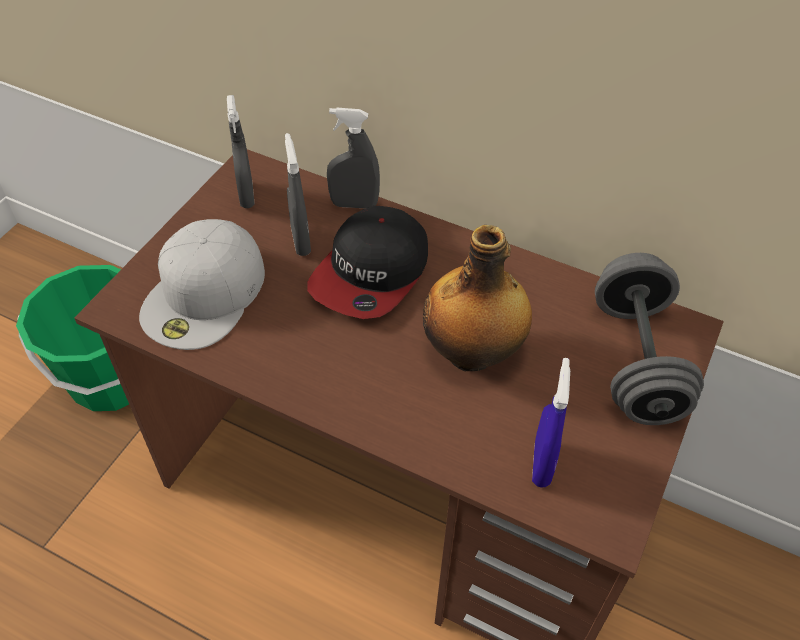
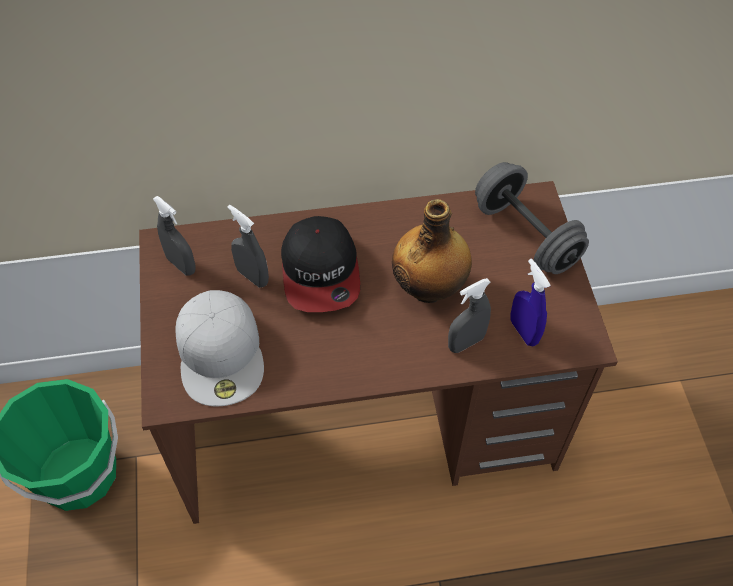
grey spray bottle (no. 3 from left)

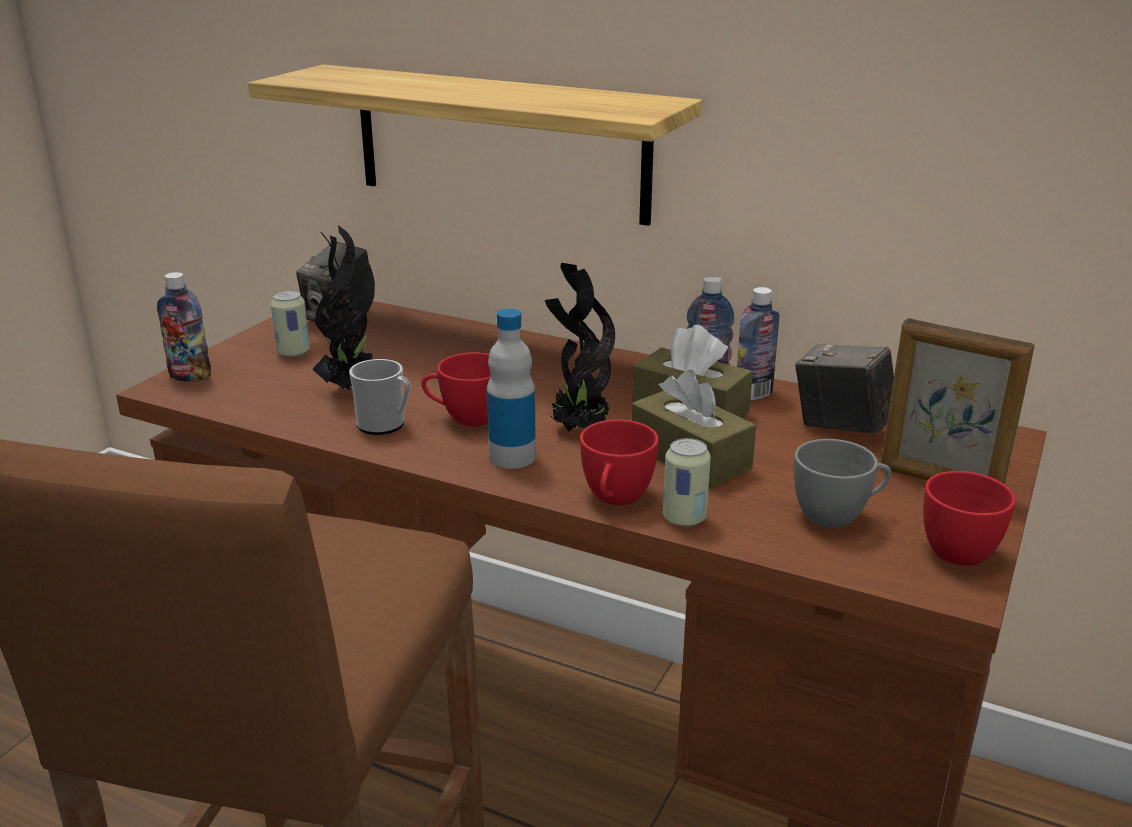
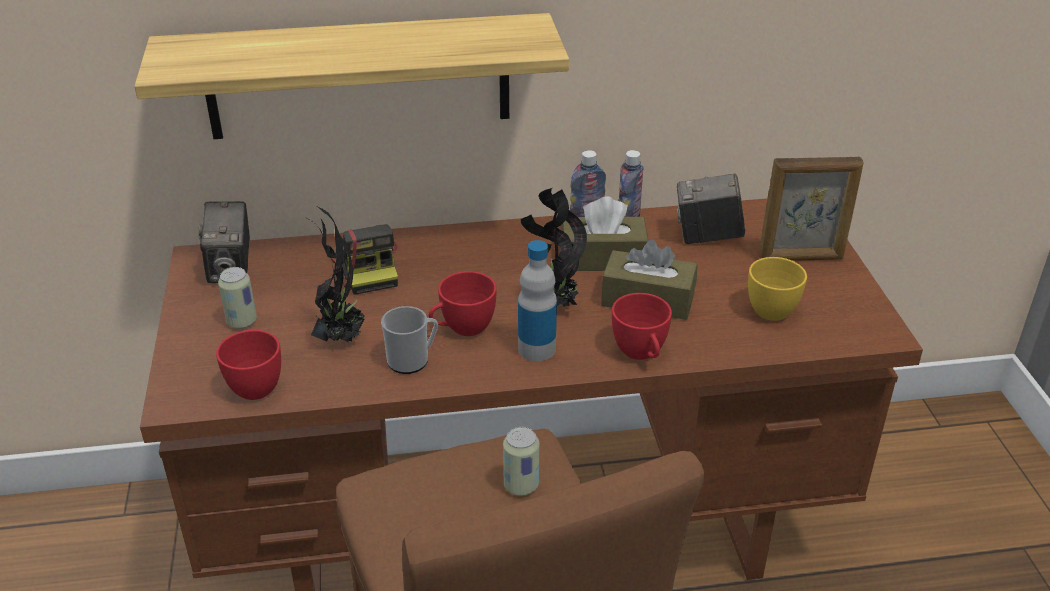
bottle (no. 1 from left in the first image)
photo camera (no. 2 from left)
can (no. 2 from left)
red cup (no. 1 from left)
yellow cup

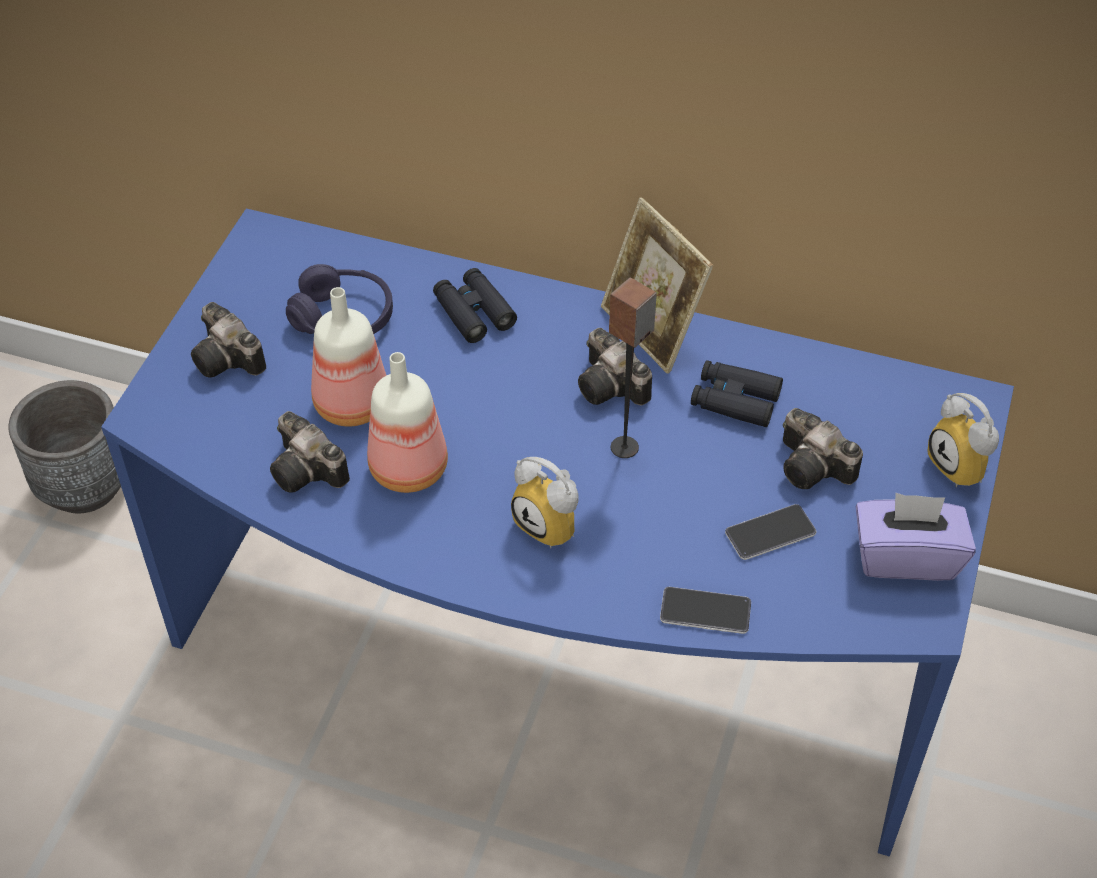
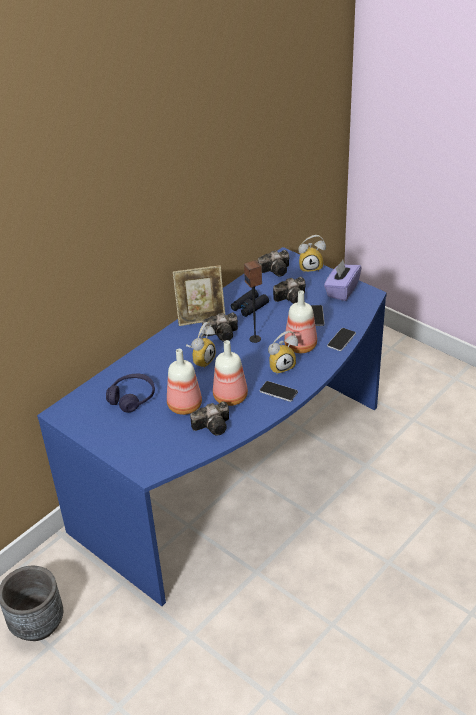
black binoculars (no. 1 from left in the first image)
alarm clock (no. 1 from left)
phone (no. 1 from left)
bottle (no. 3 from left)
photo camera (no. 3 from left)

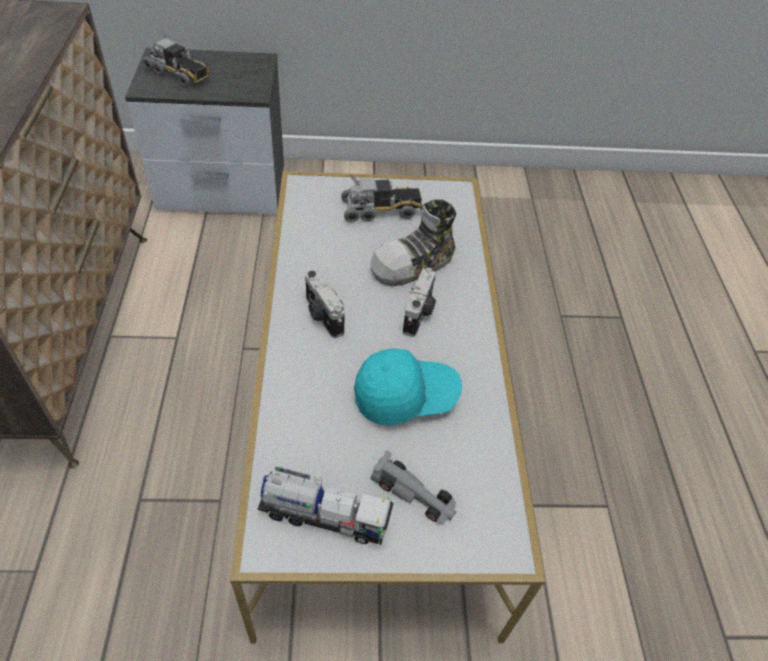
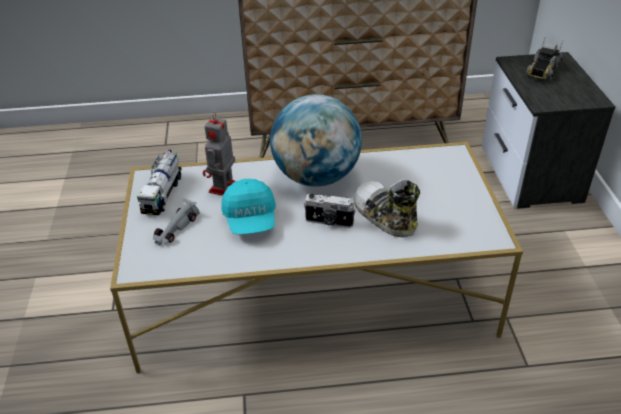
toy truck (no. 3 from left in the first image)
toy robot
globe

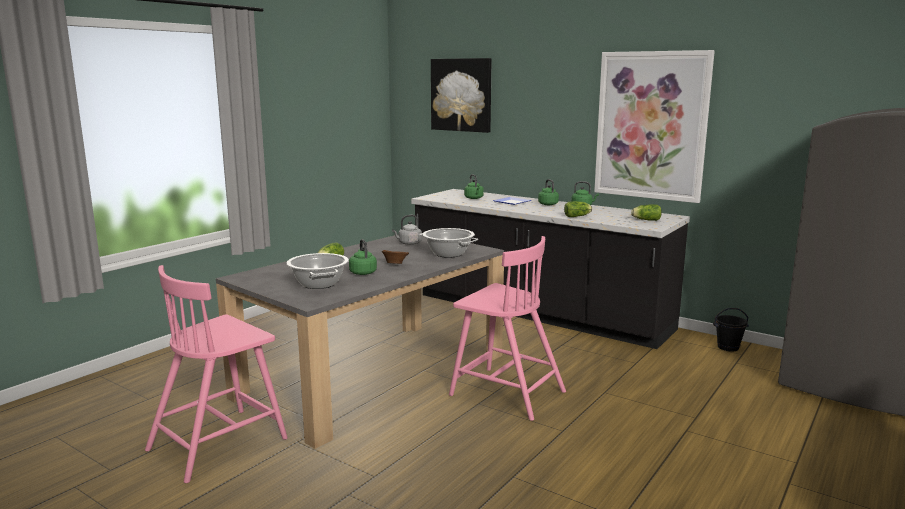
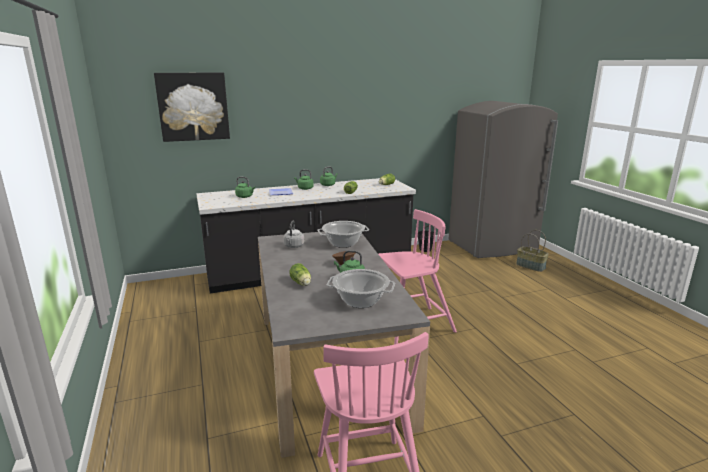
picture (no. 2 from left in the first image)
basket

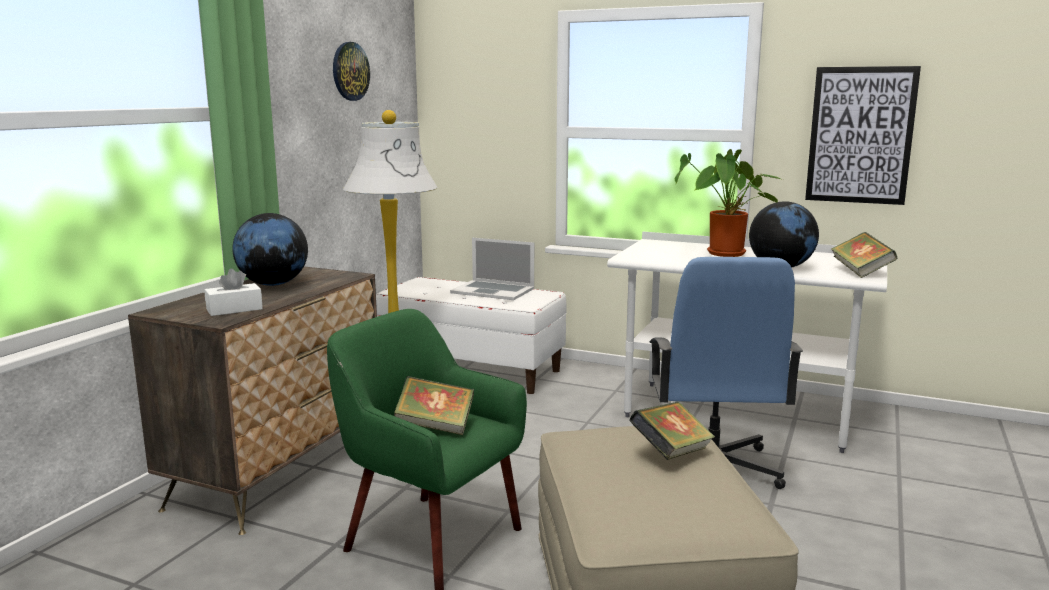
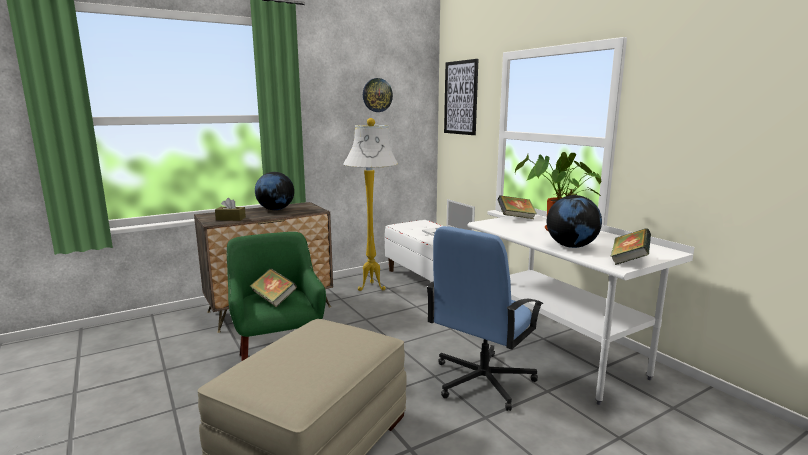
book (no. 2 from left)
picture
brown tissue box

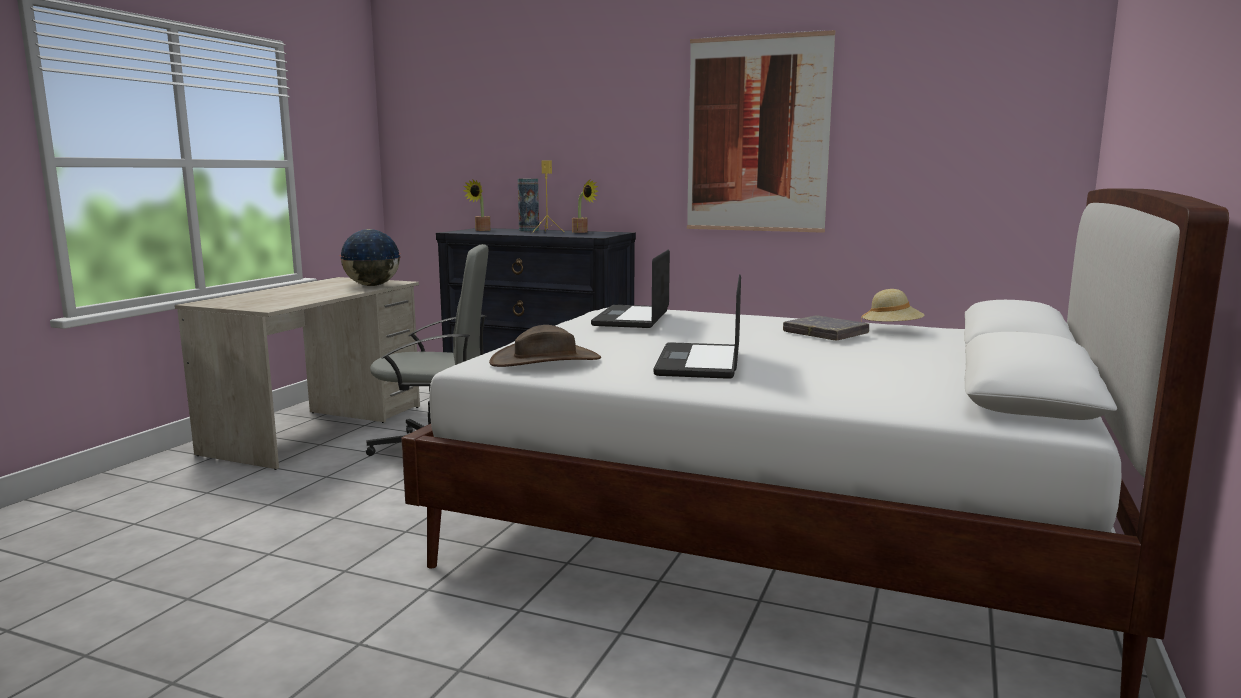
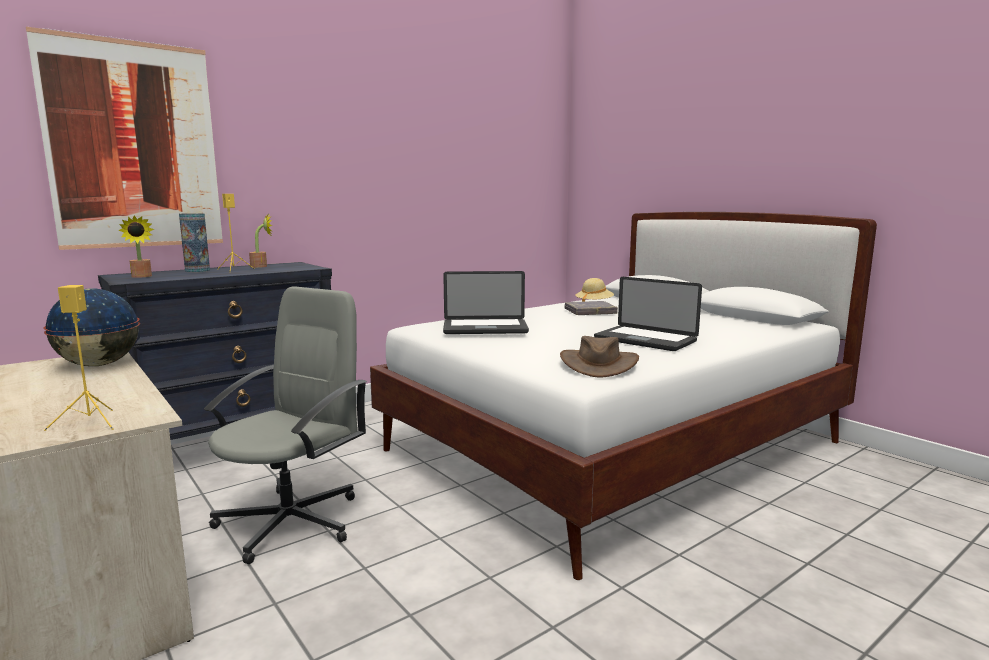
yellow speaker (no. 1 from left)
picture
laptop (no. 1 from left)

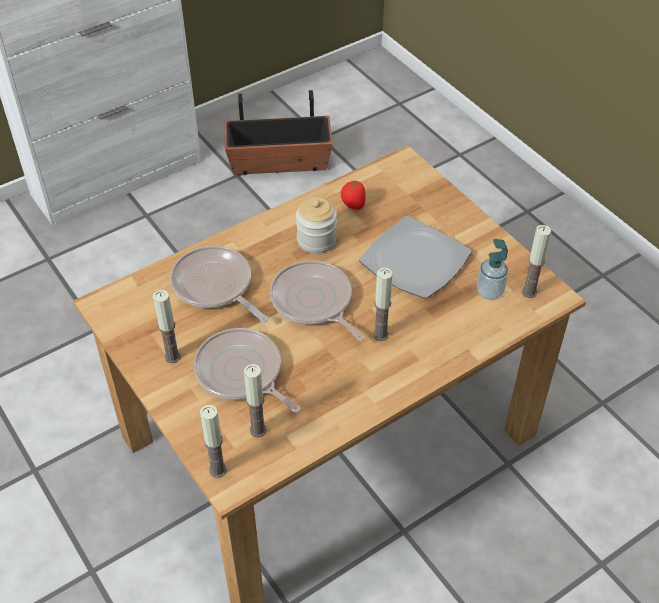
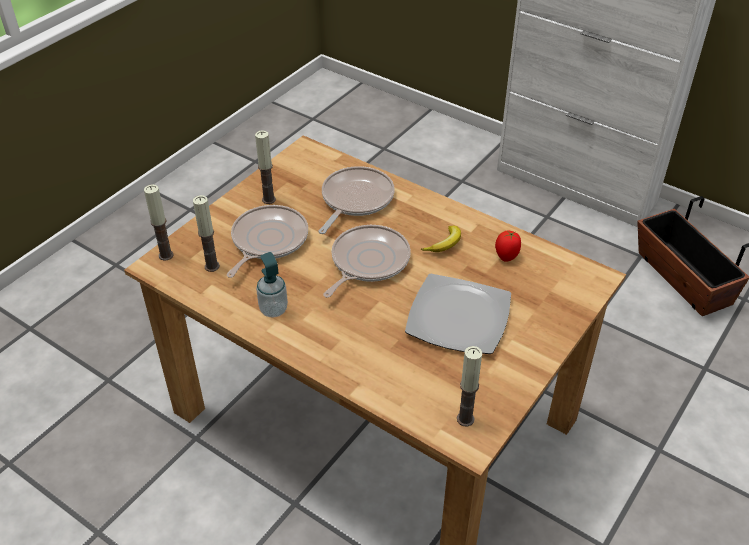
candle (no. 4 from left in the first image)
soap dispenser
banana

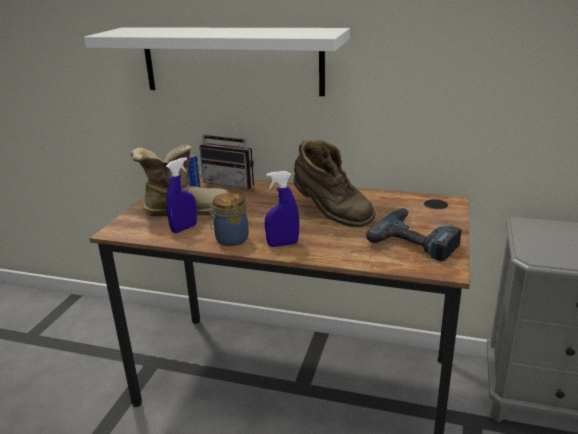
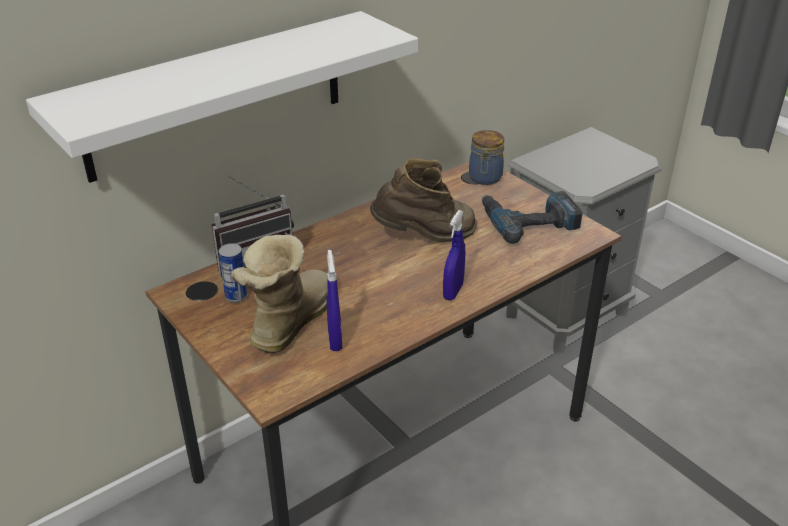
jar

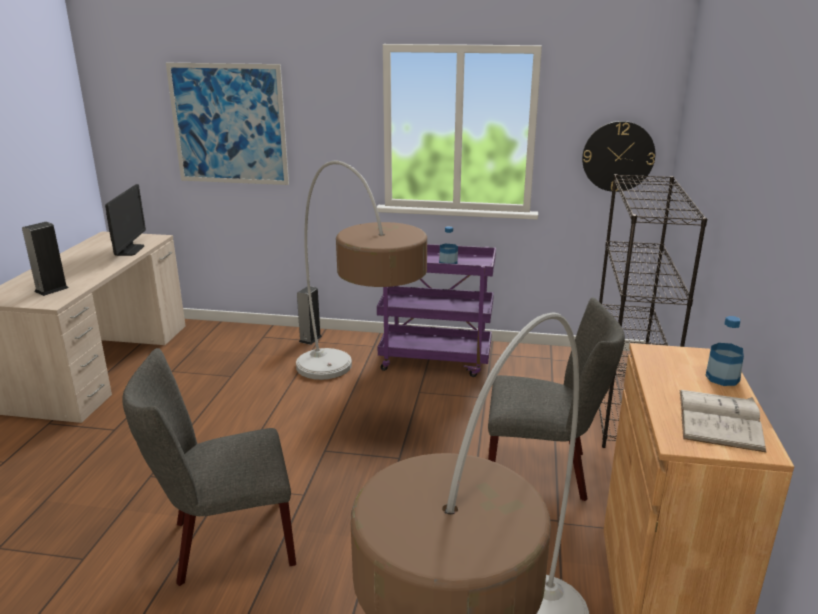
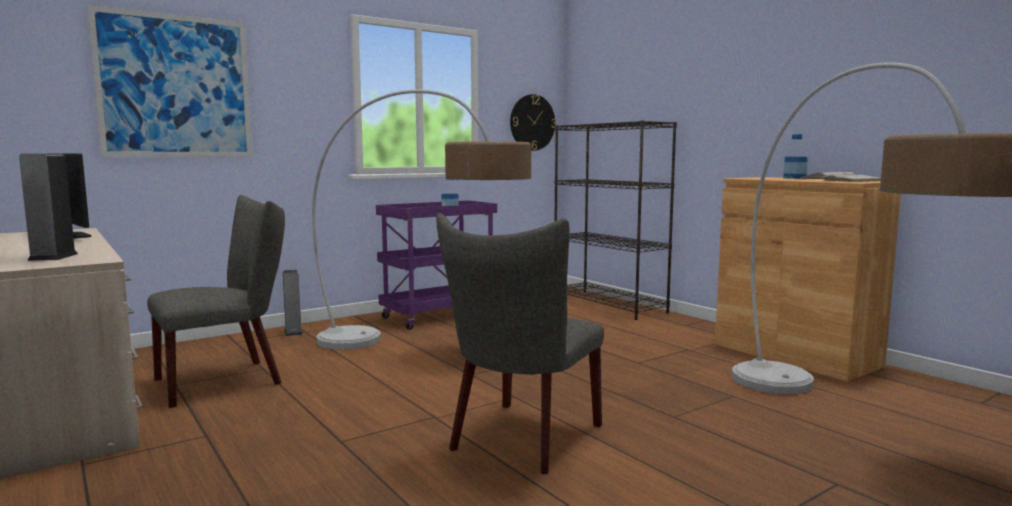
grey chair (no. 1 from left)

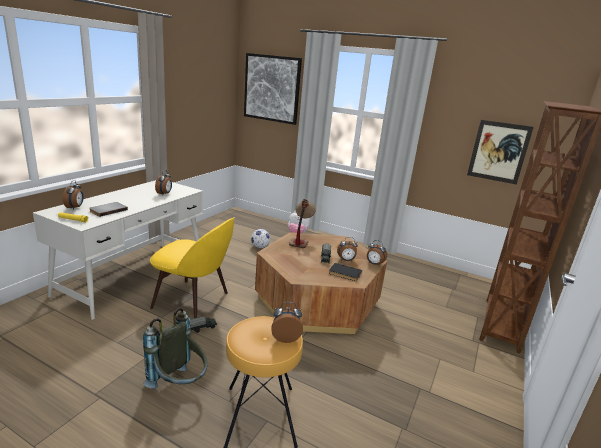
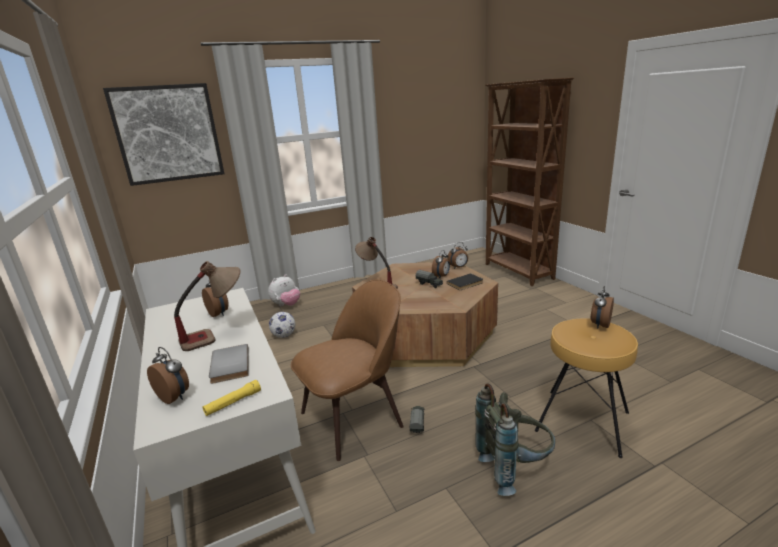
picture (no. 2 from left in the first image)
table lamp (no. 1 from left)
brown chair

